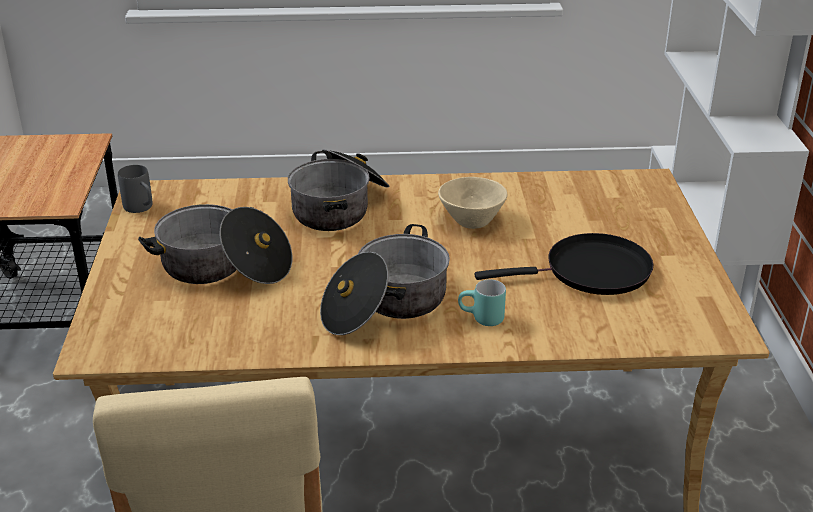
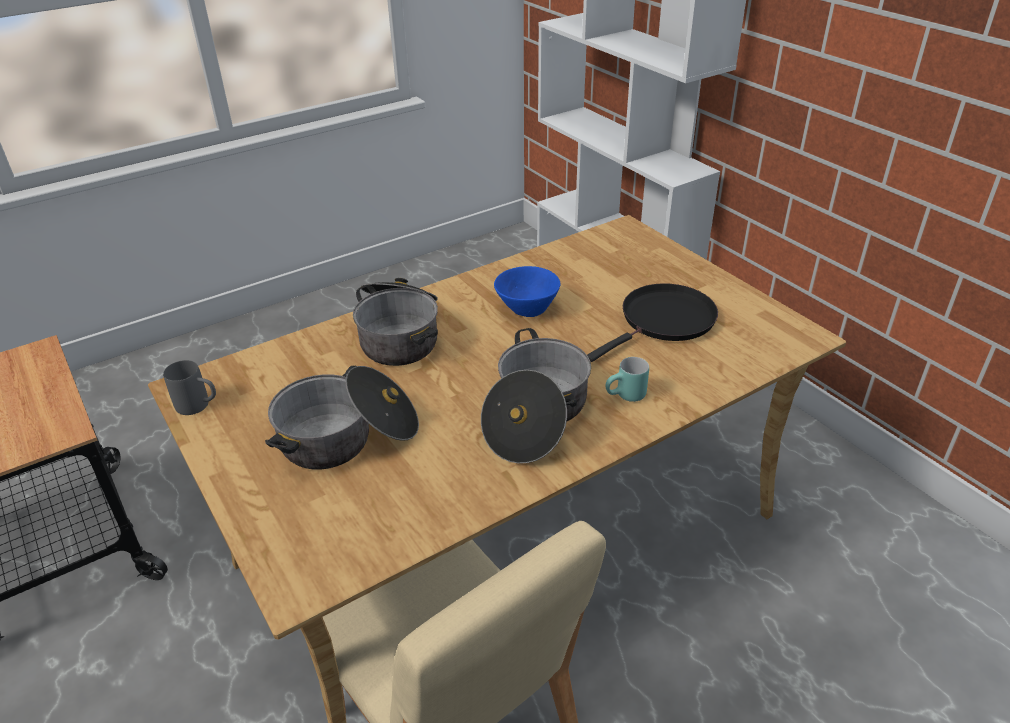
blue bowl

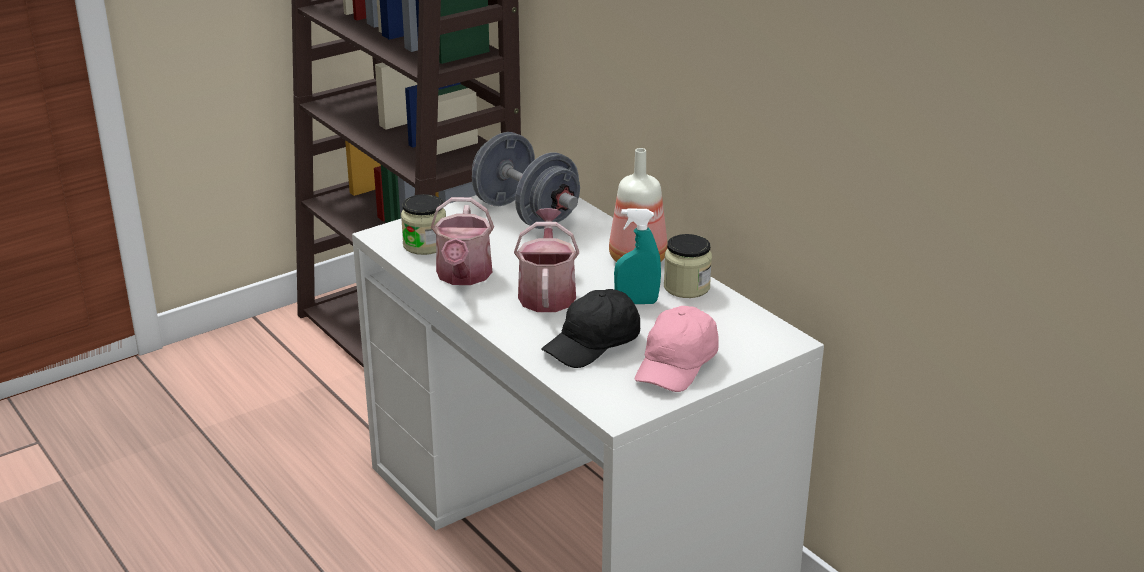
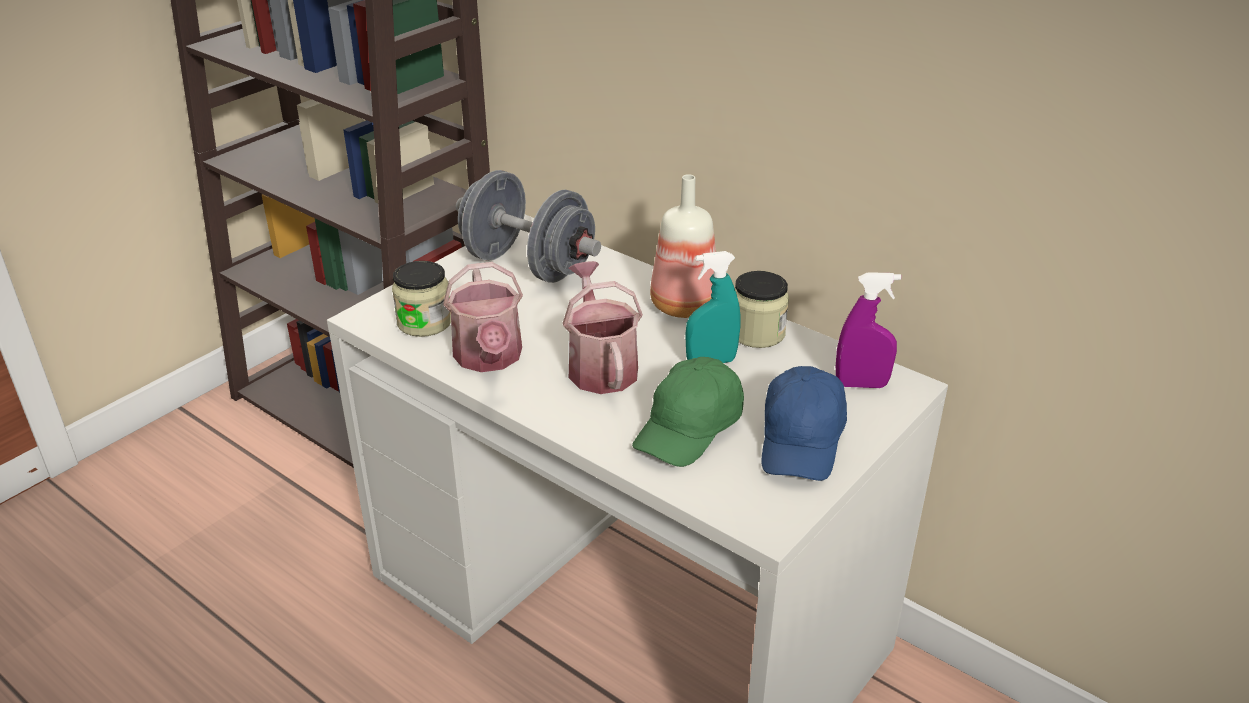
purple spray bottle
green cap
blue cap

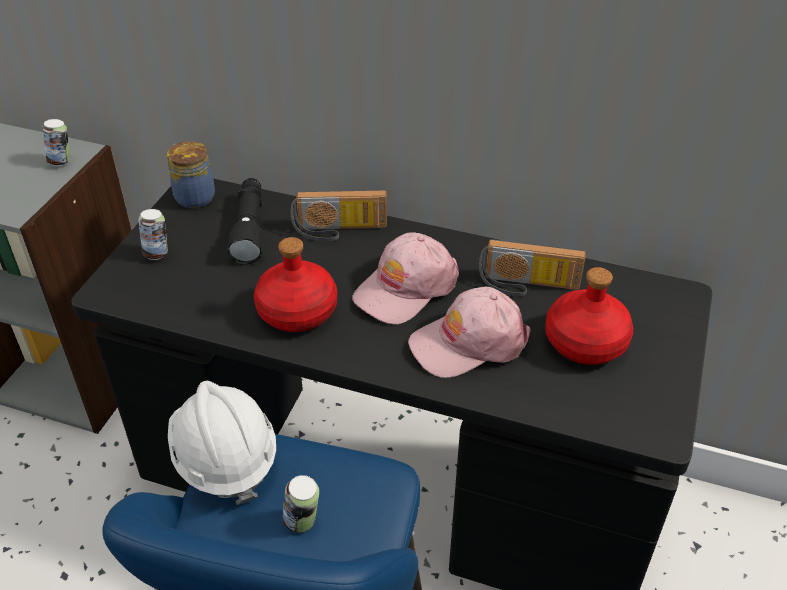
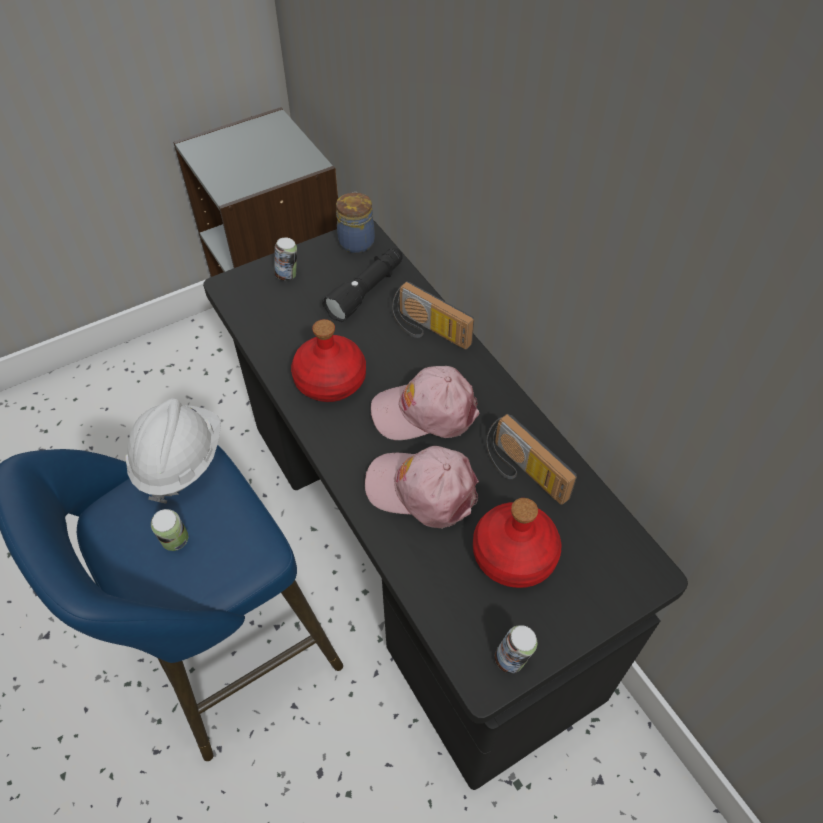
can (no. 3 from left)

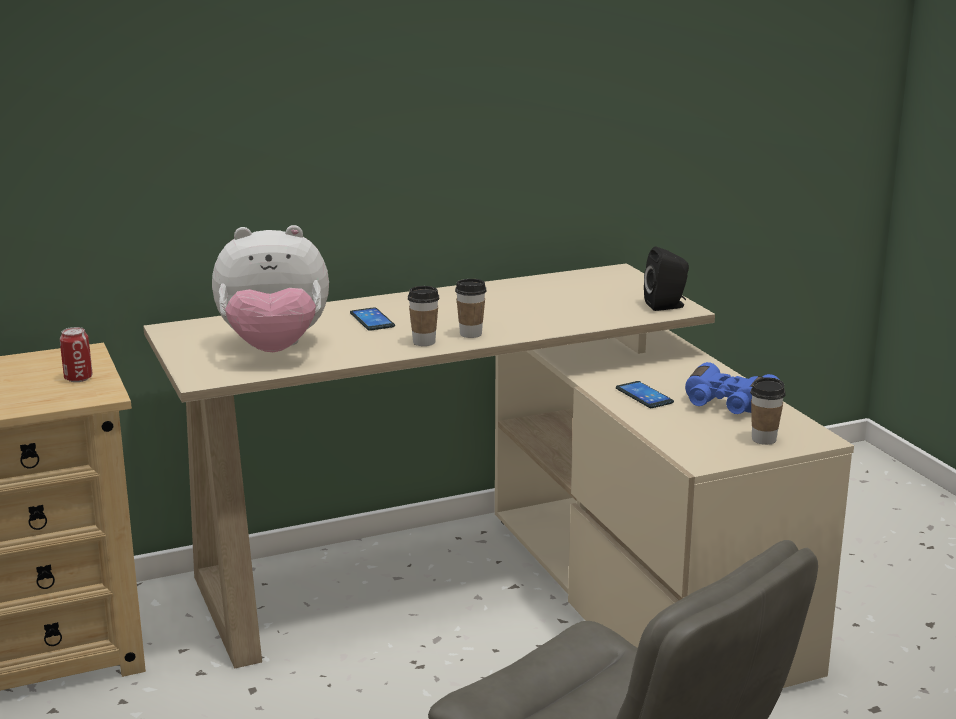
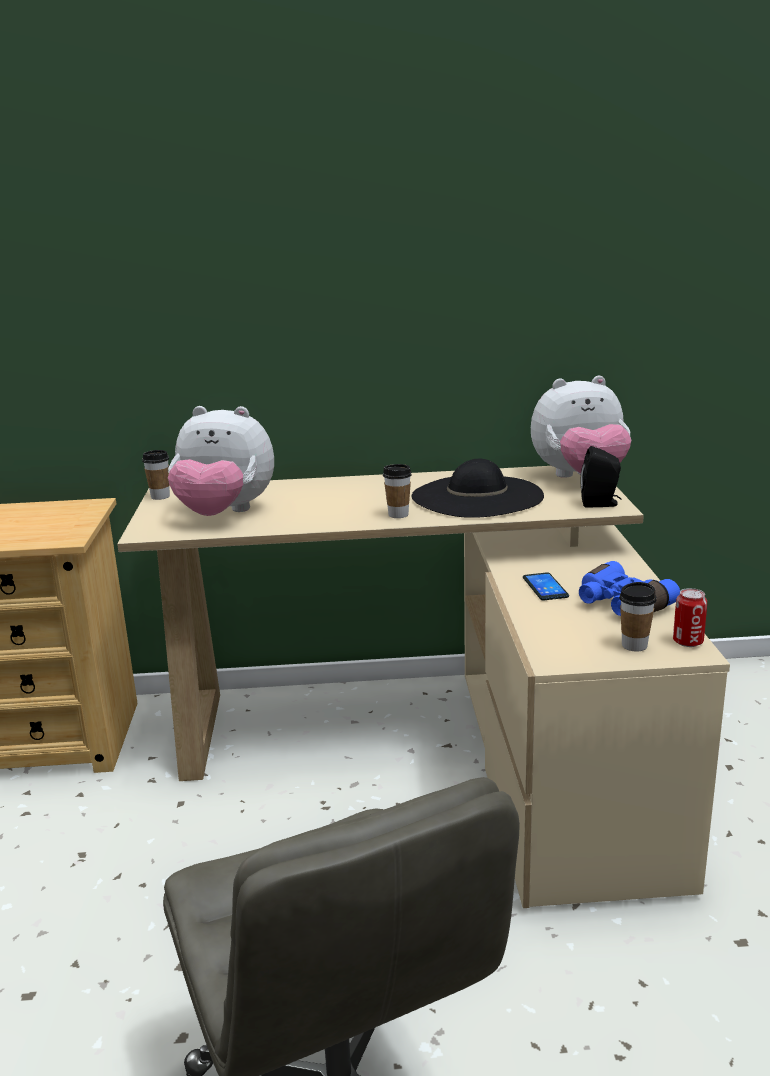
phone (no. 1 from left in the first image)
black hat
plush toy (no. 2 from left)
can
cup (no. 1 from left)

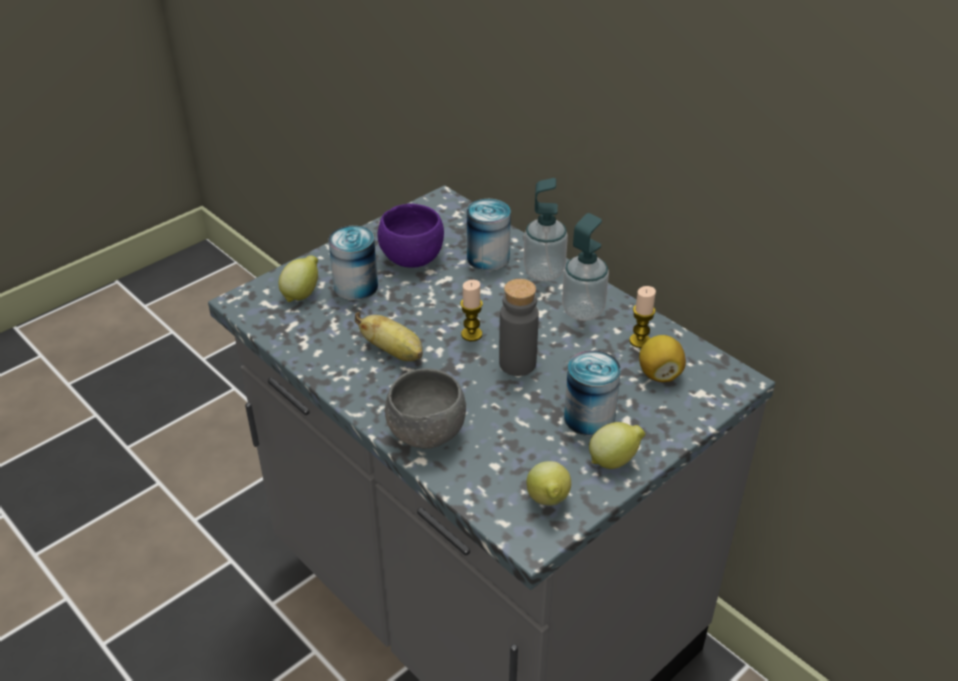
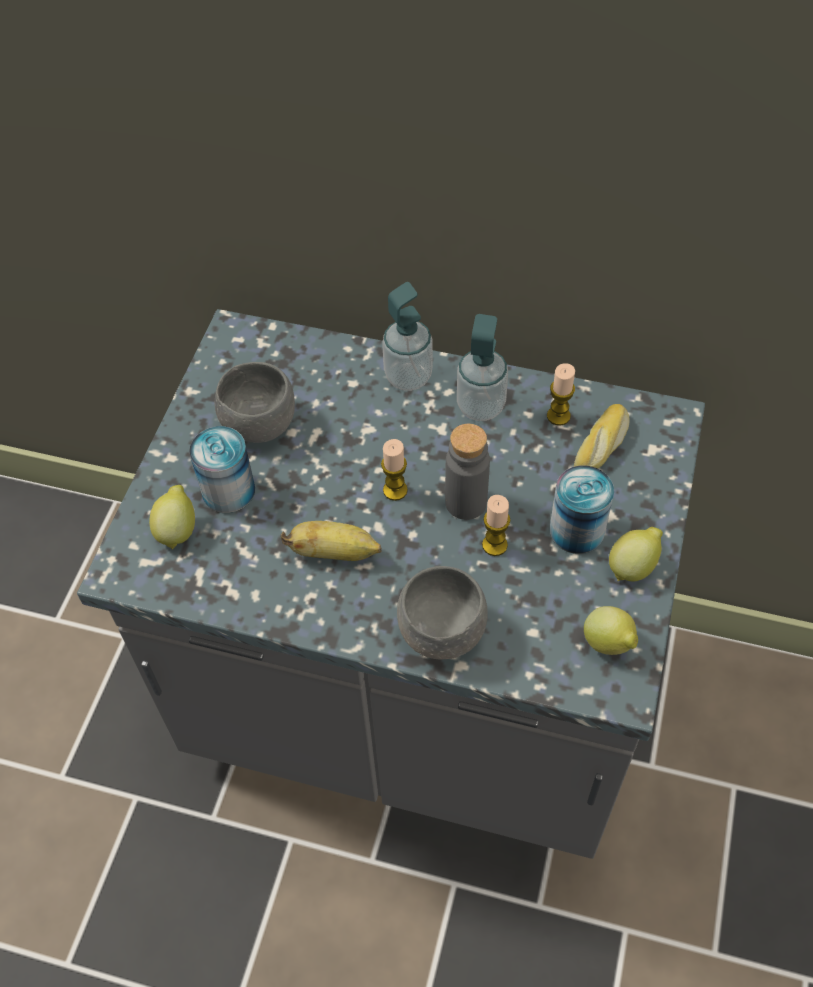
can (no. 2 from left in the first image)
candle (no. 2 from left)
bread
grey bowl (no. 1 from left)

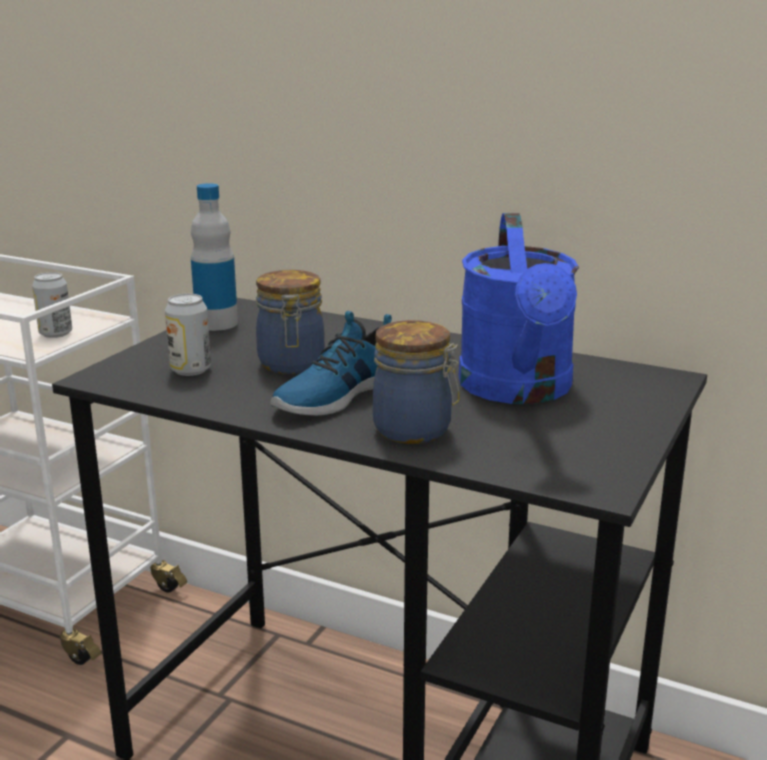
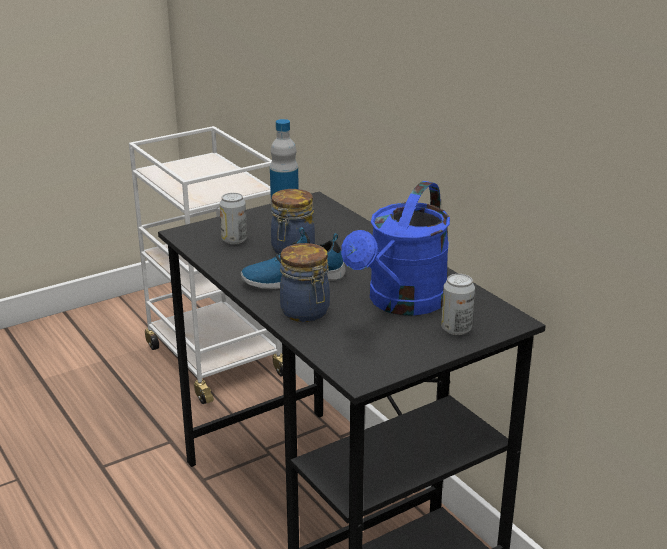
can (no. 2 from left)

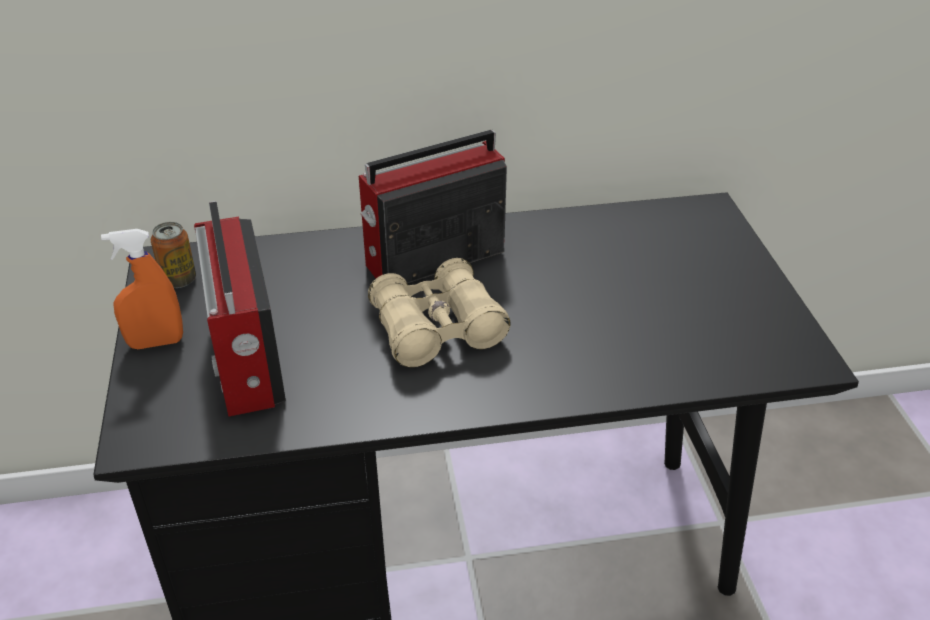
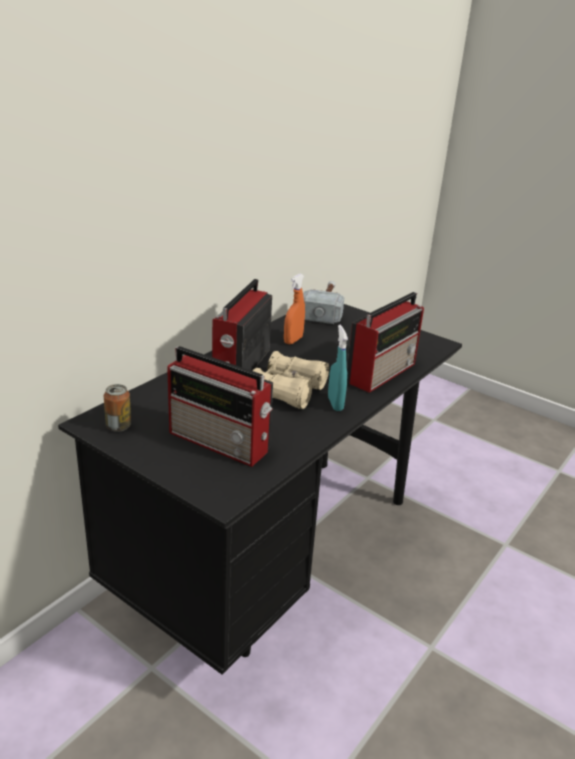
hammer
turquoise spray bottle
radio (no. 3 from left)
orange spray bottle

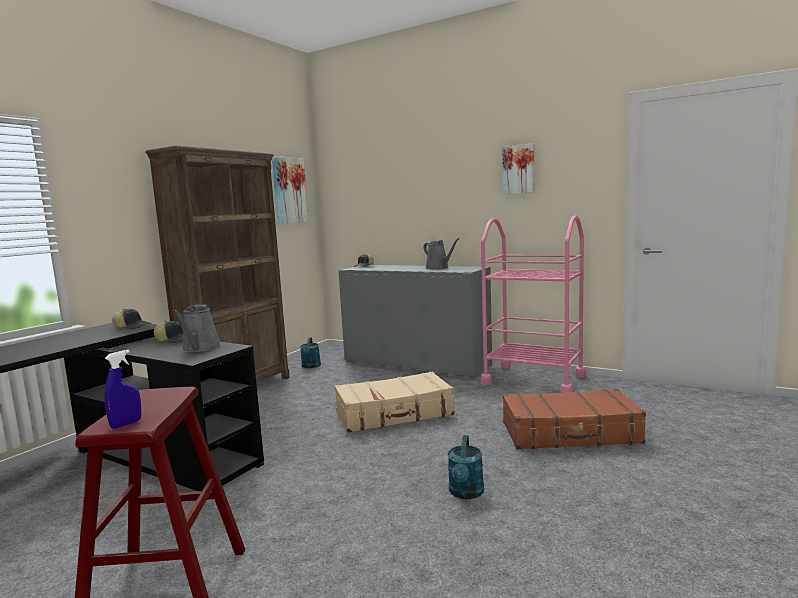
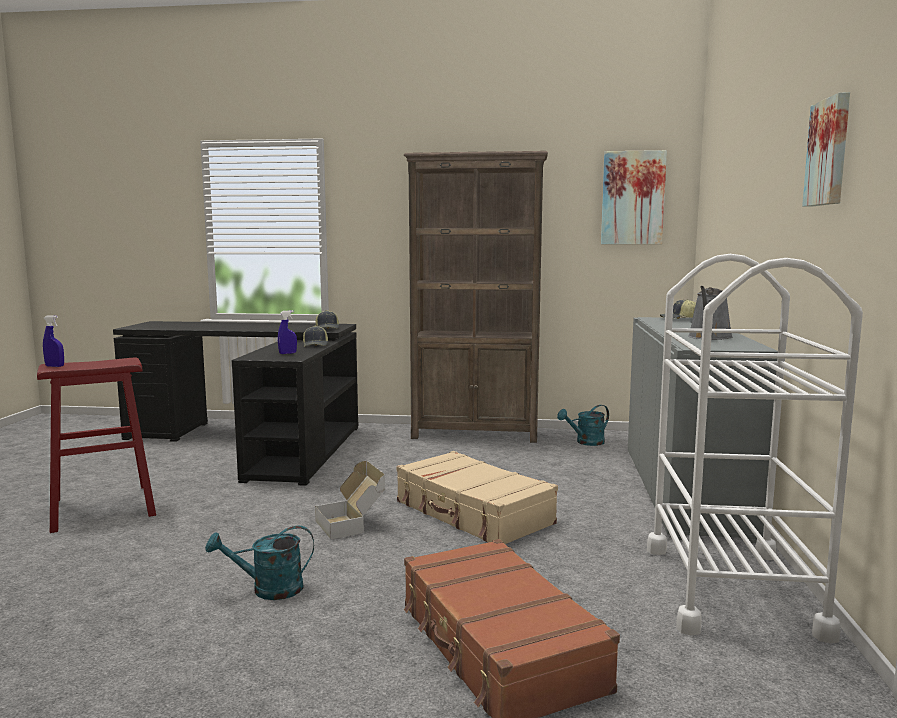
cardboard box
blue spray bottle (no. 2 from left)
white cart

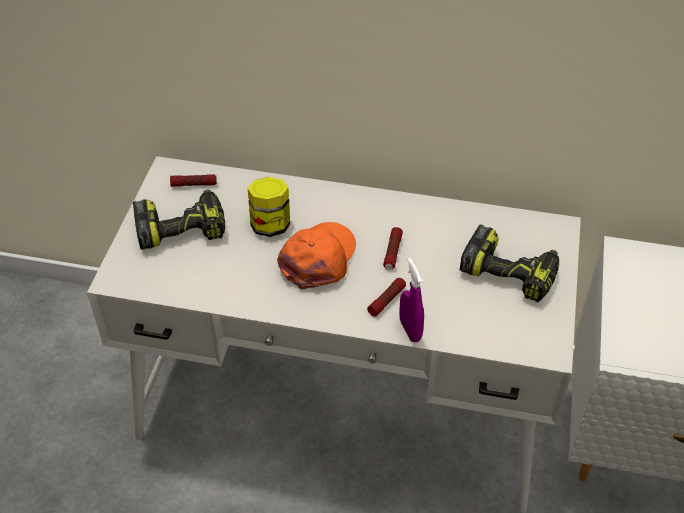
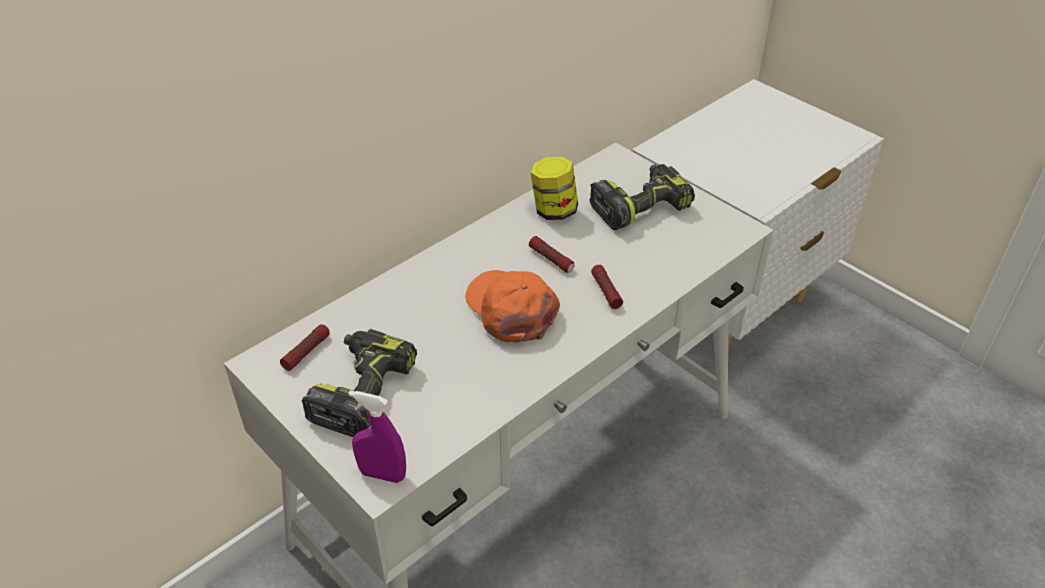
jar
purple spray bottle

